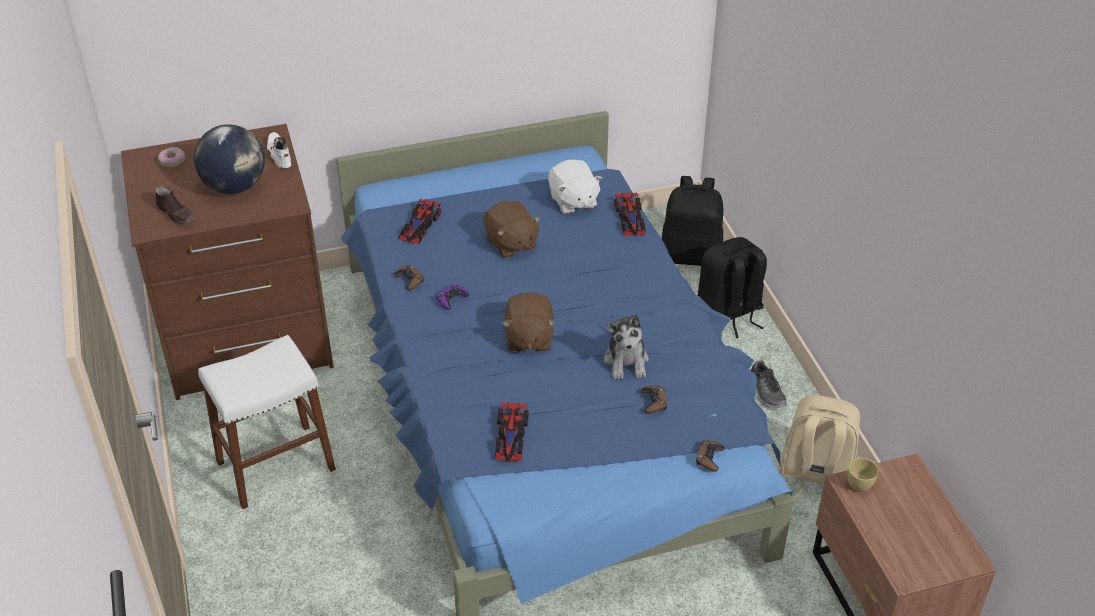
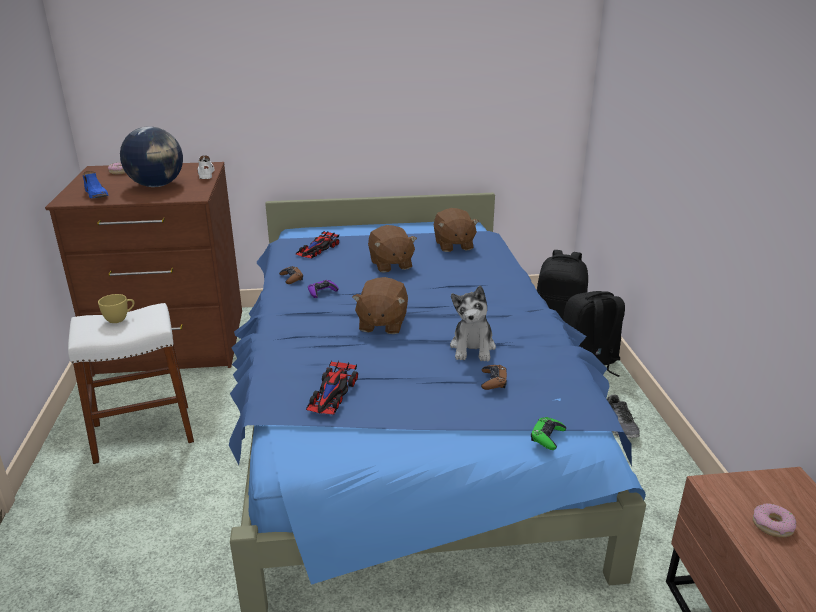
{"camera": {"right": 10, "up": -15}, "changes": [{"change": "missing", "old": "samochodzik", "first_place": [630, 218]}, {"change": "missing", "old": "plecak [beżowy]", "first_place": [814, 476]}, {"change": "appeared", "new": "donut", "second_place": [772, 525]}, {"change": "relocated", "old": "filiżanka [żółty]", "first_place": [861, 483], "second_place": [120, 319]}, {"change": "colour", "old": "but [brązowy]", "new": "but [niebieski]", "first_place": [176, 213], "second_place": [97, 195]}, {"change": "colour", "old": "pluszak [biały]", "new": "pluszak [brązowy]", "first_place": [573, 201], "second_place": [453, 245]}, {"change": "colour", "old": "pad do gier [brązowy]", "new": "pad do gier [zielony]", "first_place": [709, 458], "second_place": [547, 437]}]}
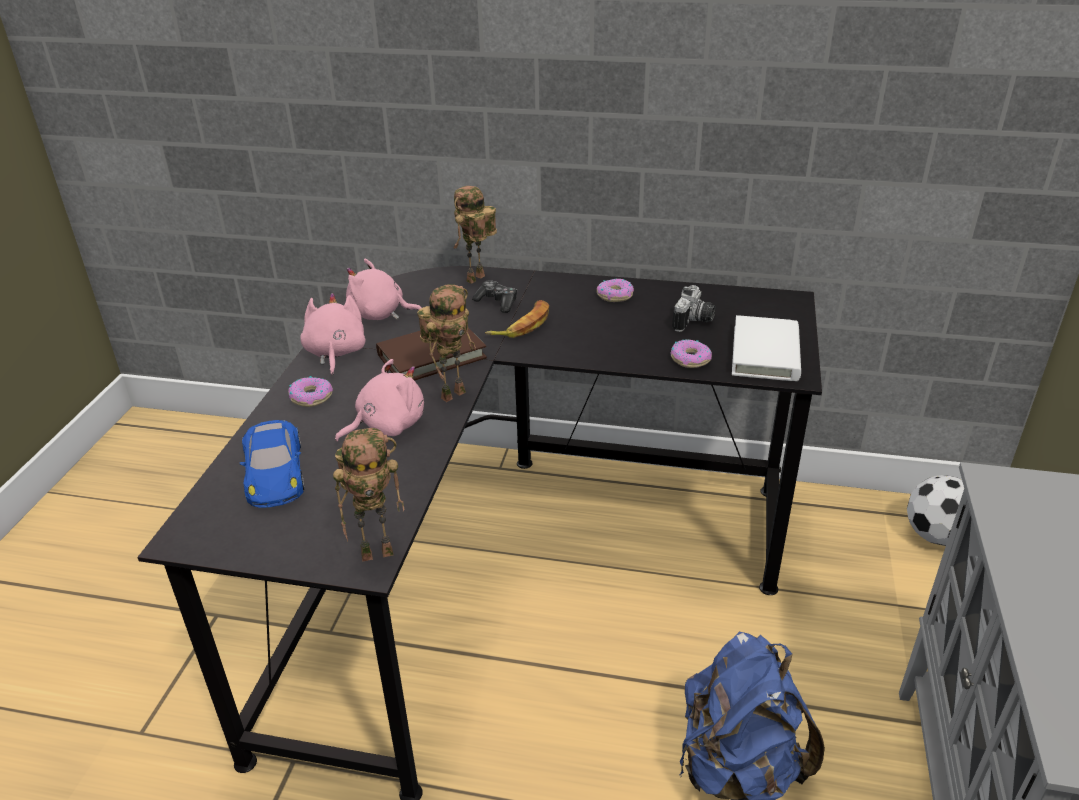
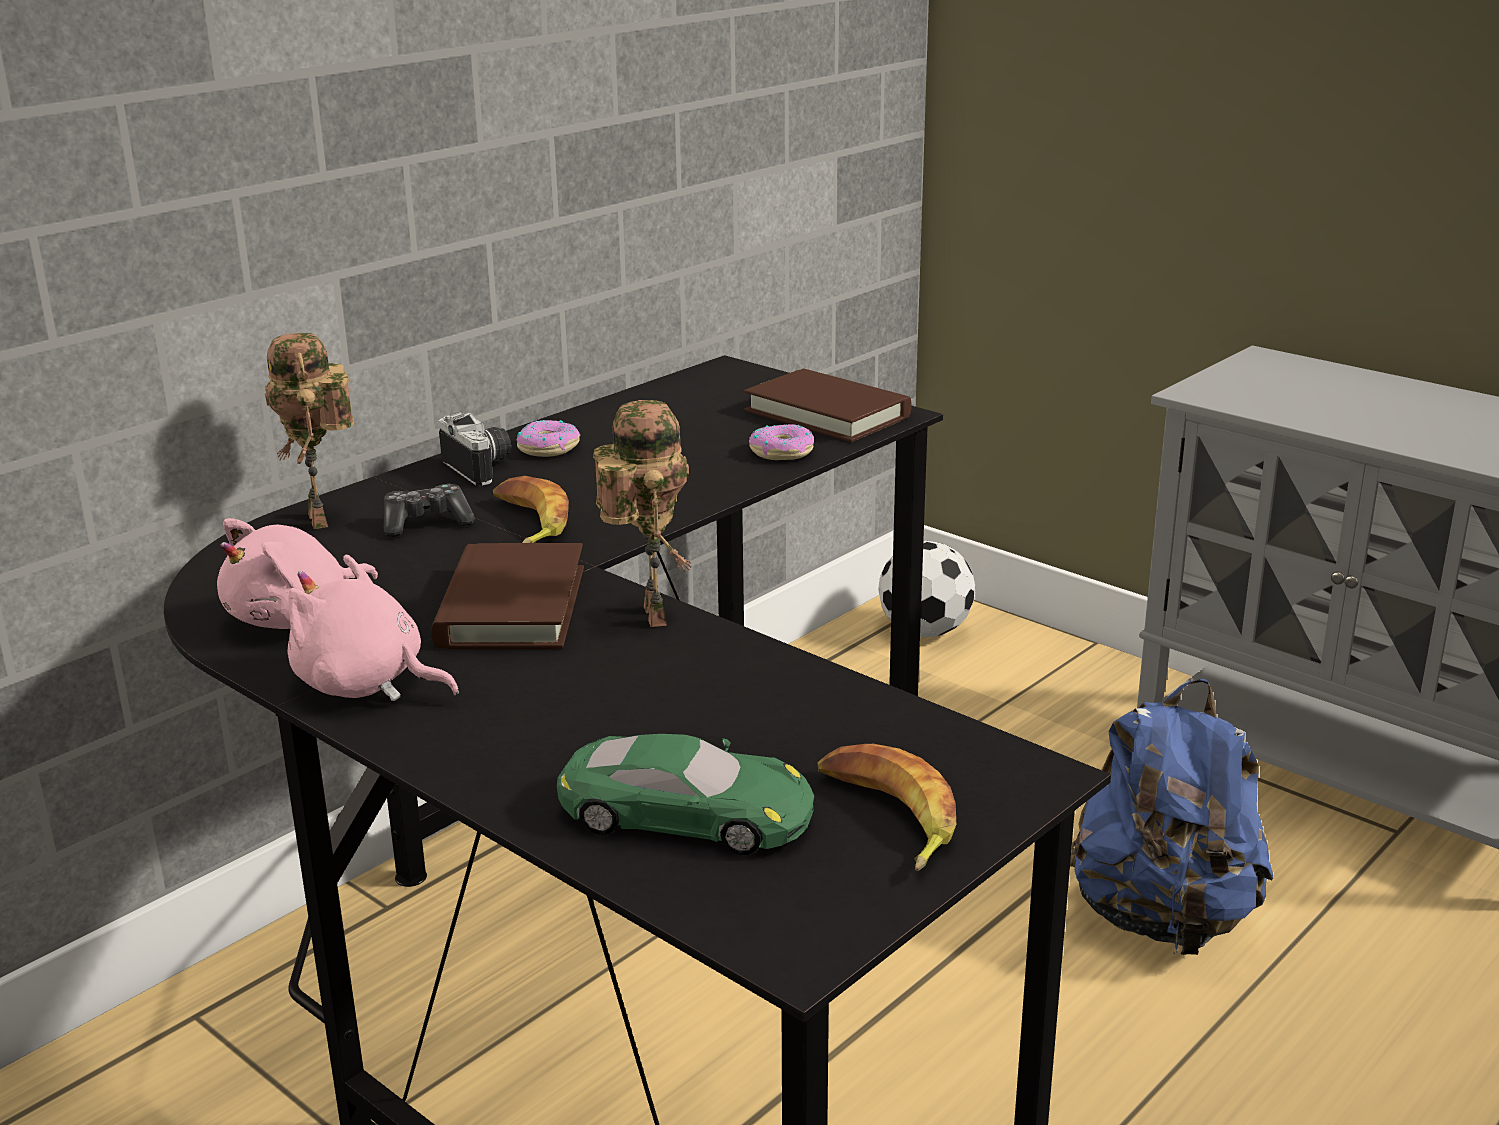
{"camera": {"right": -60, "up": -10}, "changes": [{"change": "missing", "old": "donut", "first_place": [311, 397]}, {"change": "missing", "old": "robot zabawkowy", "first_place": [379, 551]}, {"change": "missing", "old": "pluszak [różowy]", "first_place": [387, 425]}, {"change": "appeared", "new": "banan", "second_place": [886, 816]}, {"change": "relocated", "old": "aparat fotograficzny", "first_place": [694, 321], "second_place": [483, 467]}, {"change": "colour", "old": "samochodzik [niebieski]", "new": "samochodzik [zielony]", "first_place": [274, 471], "second_place": [686, 813]}, {"change": "colour", "old": "książka [biały]", "new": "książka [brązowy]", "first_place": [765, 353], "second_place": [827, 414]}]}
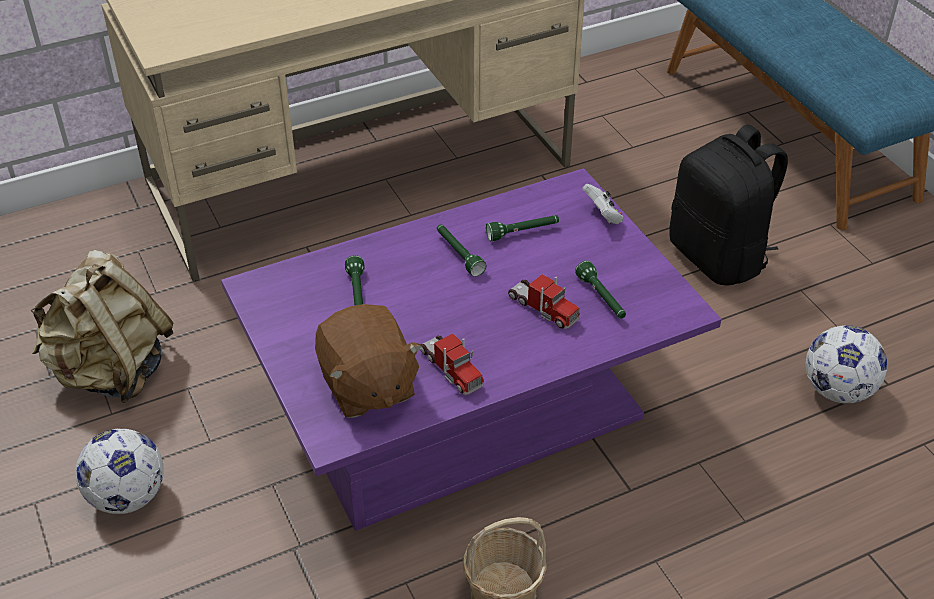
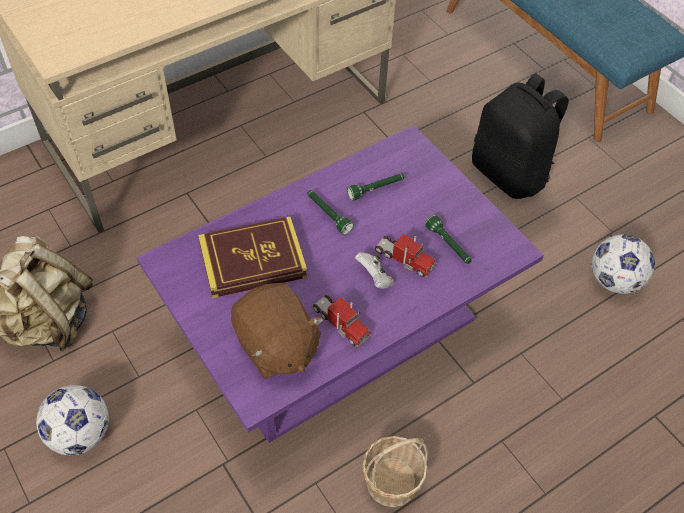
{"camera": {"right": -10, "up": 10}, "changes": [{"change": "relocated", "old": "pad do gier [biały]", "first_place": [603, 216], "second_place": [375, 278]}, {"change": "exchanged", "old": "latarka [zielony]", "new": "książka", "first_place": [357, 295], "second_place": [252, 261]}]}
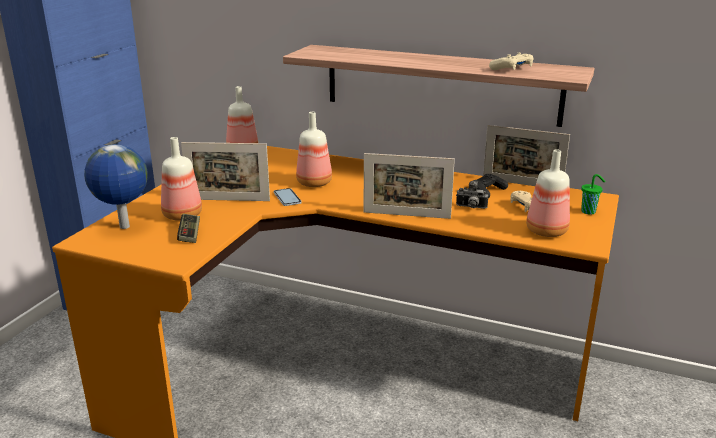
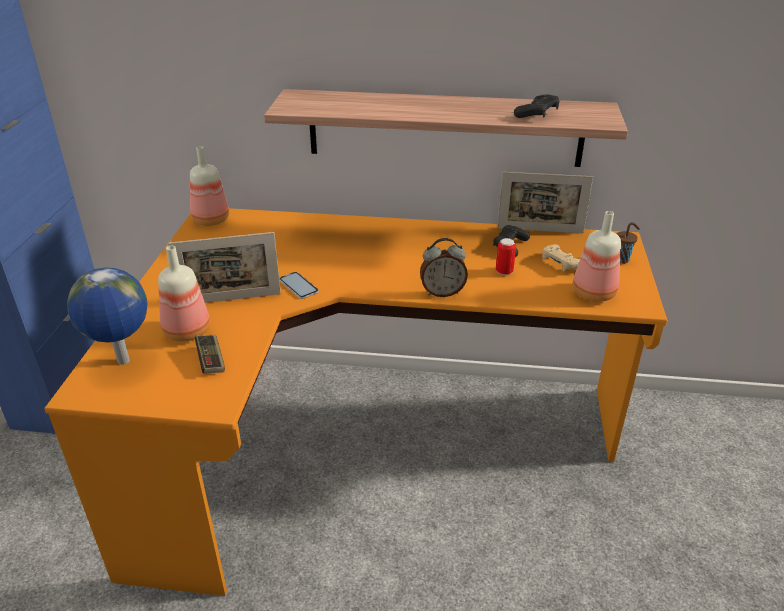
{"camera": {"right": -15, "up": 10}, "changes": [{"change": "missing", "old": "butelka", "first_place": [314, 182]}, {"change": "exchanged", "old": "ramka na zdjęcie", "new": "budzik", "first_place": [406, 215], "second_place": [442, 292]}, {"change": "exchanged", "old": "aparat fotograficzny", "new": "puszka", "first_place": [471, 208], "second_place": [504, 271]}, {"change": "colour", "old": "pad do gier [beżowy]", "new": "pad do gier [czarny]", "first_place": [512, 69], "second_place": [537, 114]}, {"change": "colour", "old": "filiżanka [zielony]", "new": "filiżanka [brązowy]", "first_place": [589, 212], "second_place": [622, 260]}]}
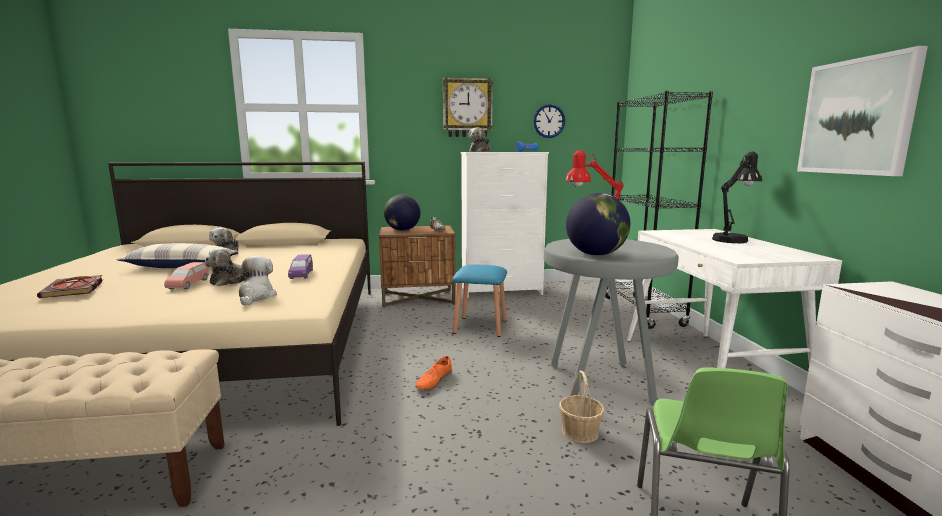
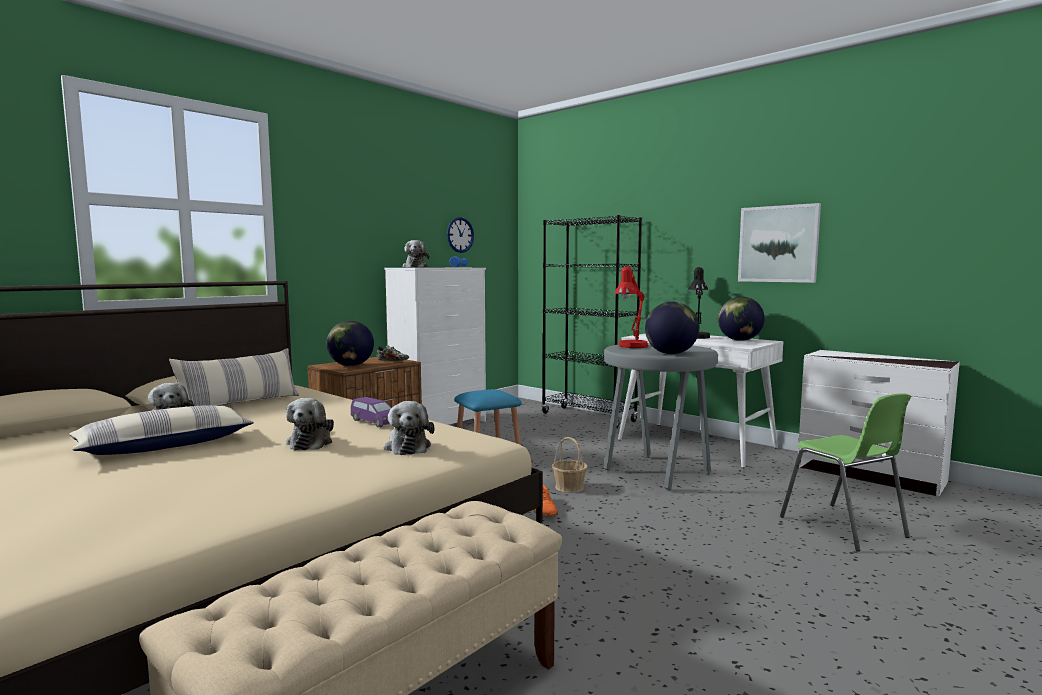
{"camera": {"right": -40, "up": -5}, "changes": [{"change": "missing", "old": "książka", "first_place": [74, 289]}, {"change": "missing", "old": "samochodzik [różowy]", "first_place": [188, 284]}, {"change": "missing", "old": "zegar ścienny", "first_place": [467, 108]}, {"change": "appeared", "new": "poduszka", "second_place": [240, 404]}, {"change": "appeared", "new": "globus", "second_place": [739, 340]}, {"change": "relocated", "old": "koszyk", "first_place": [580, 432], "second_place": [569, 487]}, {"change": "spun", "old": "pluszak", "first_place": [256, 297], "second_place": [407, 446], "degrees": -150}]}
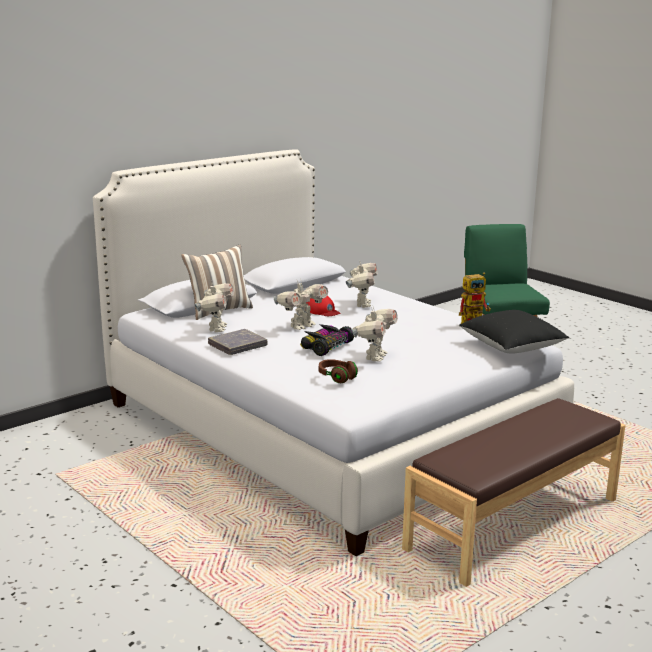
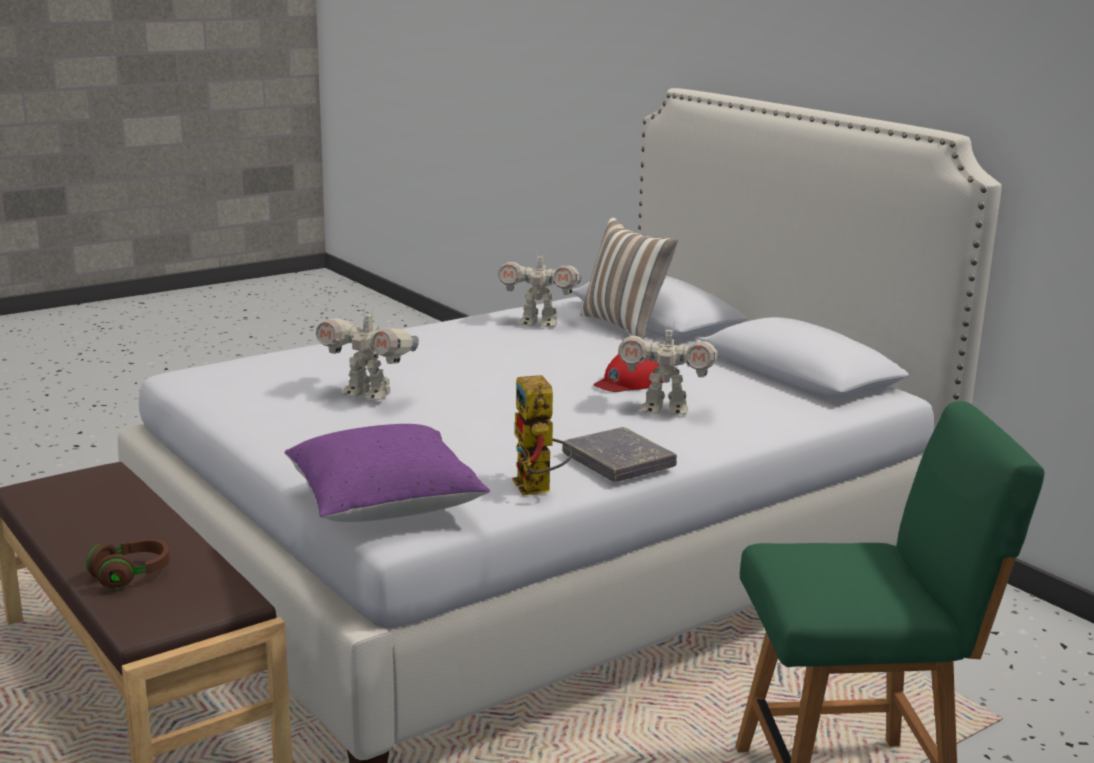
{"camera": {"right": 95, "up": 0}, "changes": [{"change": "missing", "old": "robot zabawkowy", "first_place": [301, 326]}, {"change": "missing", "old": "samochodzik", "first_place": [325, 346]}, {"change": "relocated", "old": "książka [szary]", "first_place": [237, 345], "second_place": [618, 461]}, {"change": "relocated", "old": "słuchawki [brązowy]", "first_place": [337, 377], "second_place": [131, 576]}, {"change": "colour", "old": "poduszka [czarny]", "new": "poduszka [fioletowy]", "first_place": [511, 347], "second_place": [384, 505]}]}
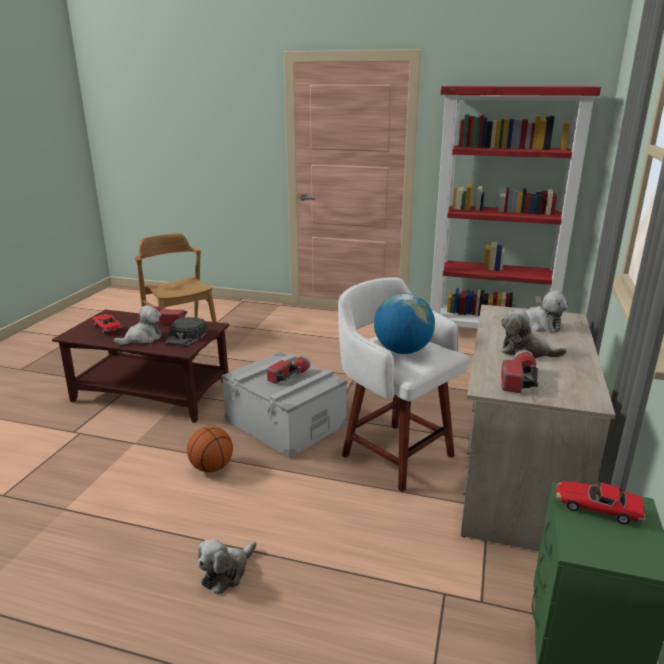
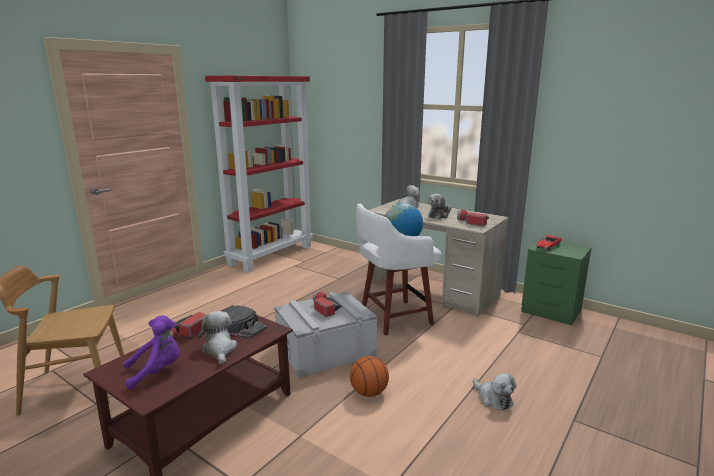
{"camera": {"right": -70, "up": -5}, "changes": [{"change": "exchanged", "old": "samochodzik", "new": "pluszak [fioletowy]", "first_place": [107, 328], "second_place": [157, 371]}]}
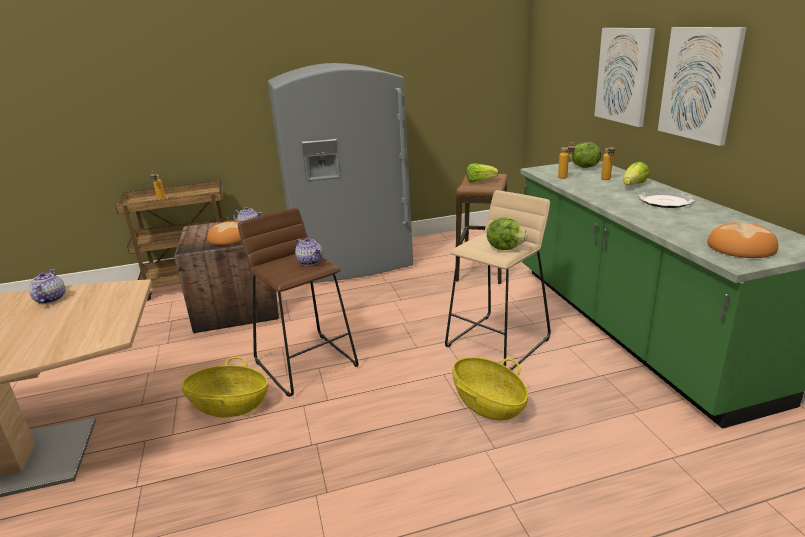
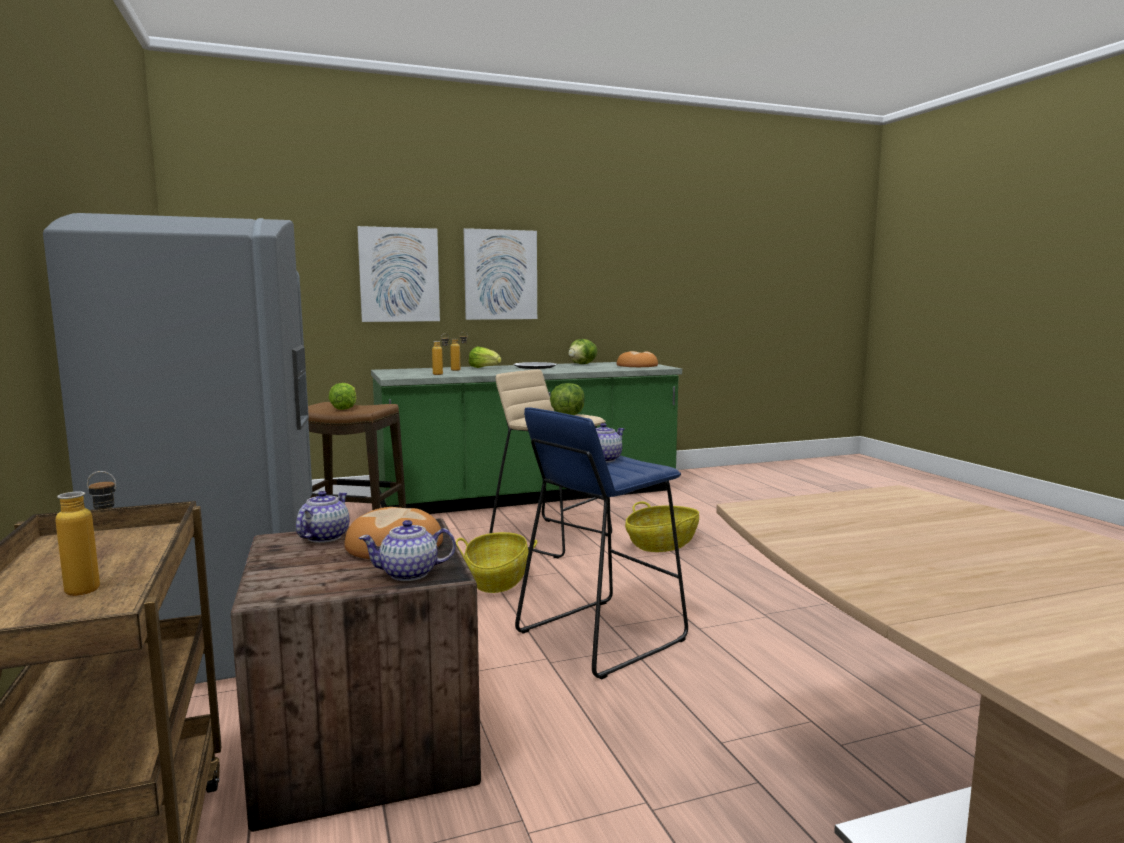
{"camera": {"right": -95, "up": -15}, "changes": [{"change": "relocated", "old": "imbryk", "first_place": [50, 299], "second_place": [410, 574]}, {"change": "relocated", "old": "koszyk", "first_place": [229, 405], "second_place": [497, 580]}, {"change": "relocated", "old": "sałata", "first_place": [583, 167], "second_place": [582, 364]}, {"change": "colour", "old": "stołek [brązowy]", "new": "stołek [niebieski]", "first_place": [307, 363], "second_place": [599, 636]}]}
